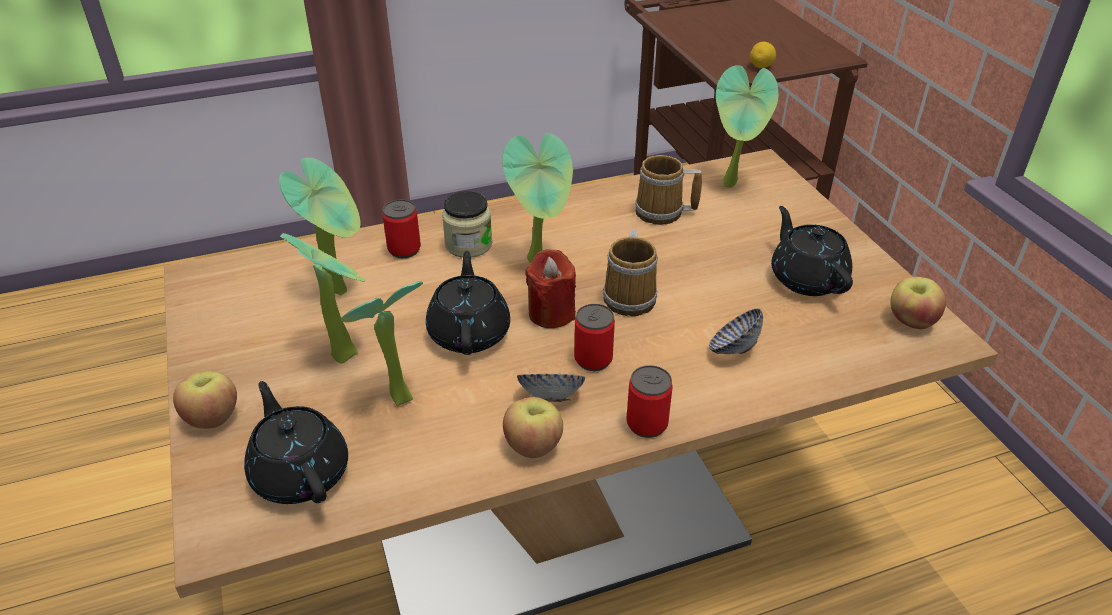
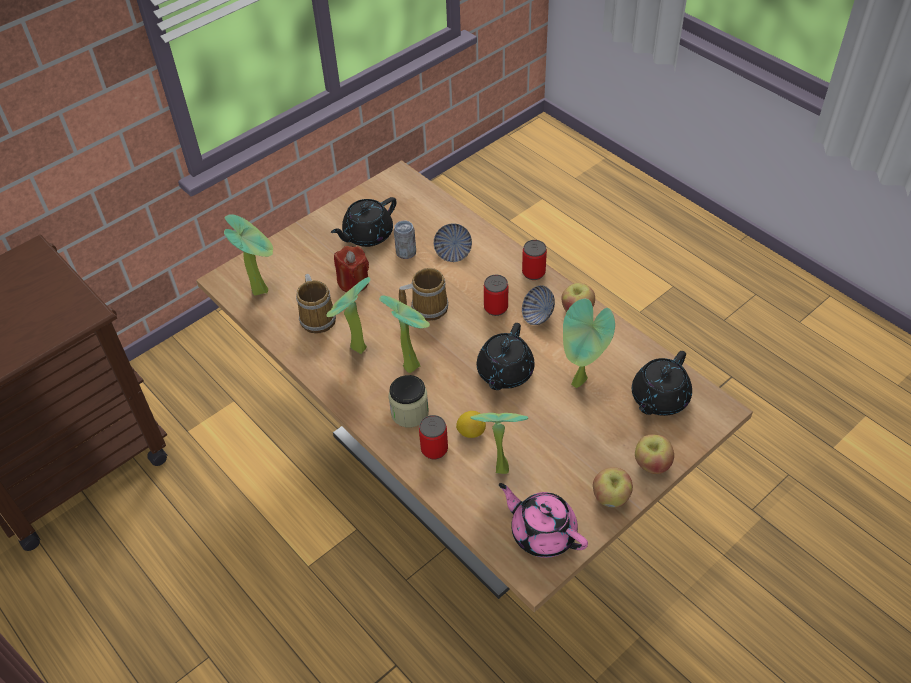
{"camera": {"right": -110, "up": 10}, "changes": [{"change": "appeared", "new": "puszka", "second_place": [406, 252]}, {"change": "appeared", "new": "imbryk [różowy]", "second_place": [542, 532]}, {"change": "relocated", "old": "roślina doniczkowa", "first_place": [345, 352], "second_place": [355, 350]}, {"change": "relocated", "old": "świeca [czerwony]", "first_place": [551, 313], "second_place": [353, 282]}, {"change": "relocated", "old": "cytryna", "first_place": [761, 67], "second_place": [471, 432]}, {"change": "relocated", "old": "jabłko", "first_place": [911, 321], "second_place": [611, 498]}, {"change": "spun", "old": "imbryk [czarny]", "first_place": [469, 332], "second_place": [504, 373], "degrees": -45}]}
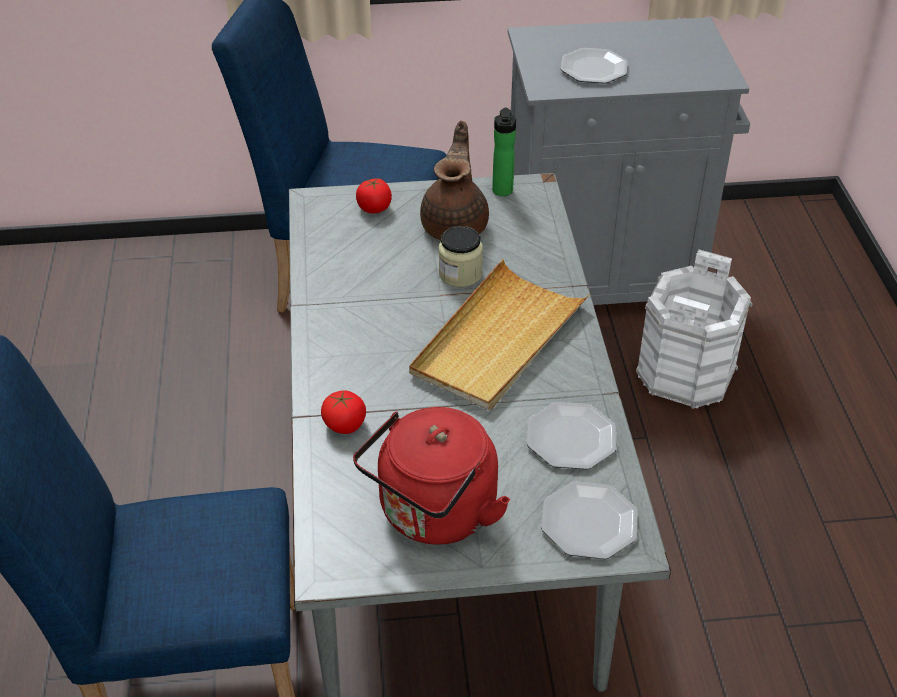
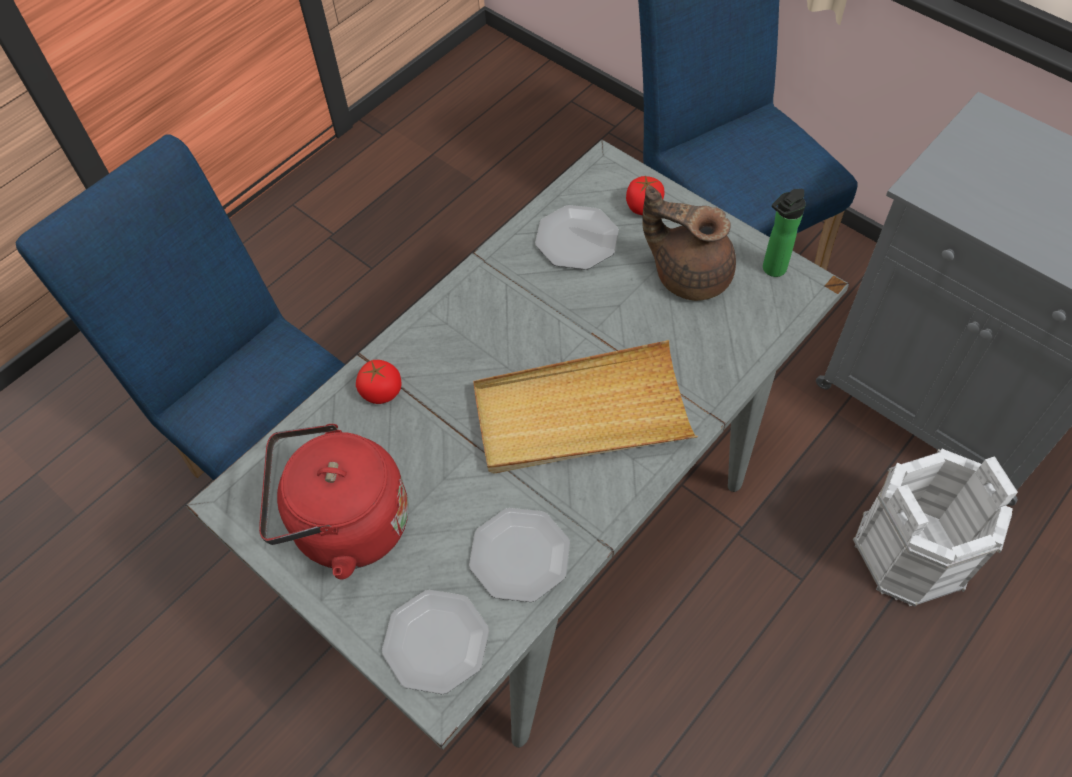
{"camera": {"right": 50, "up": 15}, "changes": [{"change": "missing", "old": "słoik", "first_place": [460, 274]}, {"change": "relocated", "old": "talerz", "first_place": [593, 68], "second_place": [577, 239]}, {"change": "spun", "old": "imbryk [brązowy]", "first_place": [456, 225], "second_place": [689, 273], "degrees": -120}]}
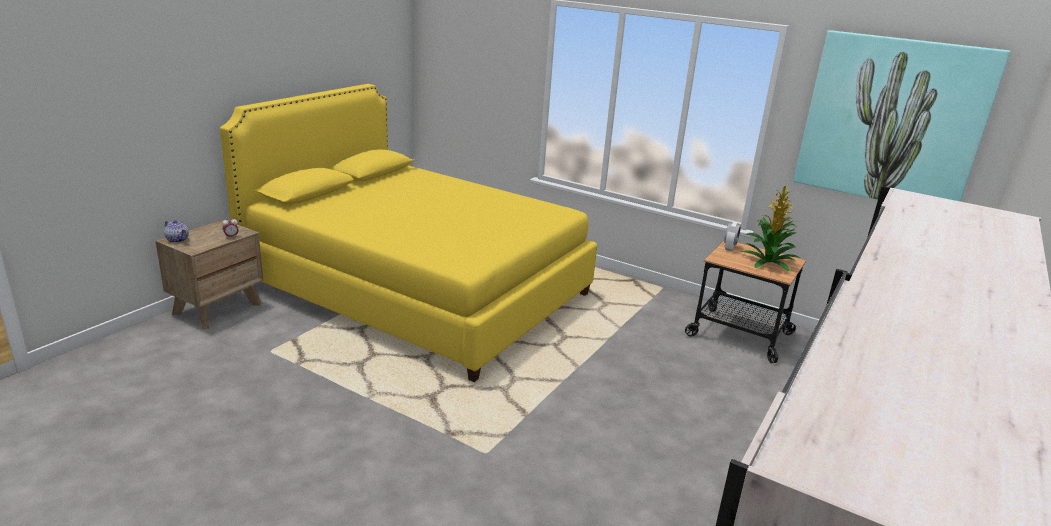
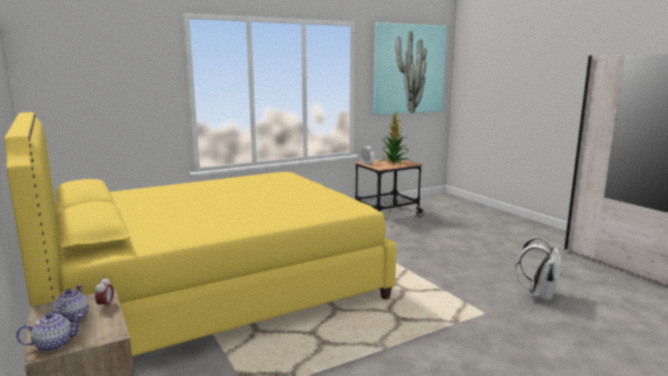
{"camera": {"right": -60, "up": -10}, "changes": [{"change": "appeared", "new": "imbryk", "second_place": [71, 318]}, {"change": "appeared", "new": "plecak [biały]", "second_place": [539, 296]}]}
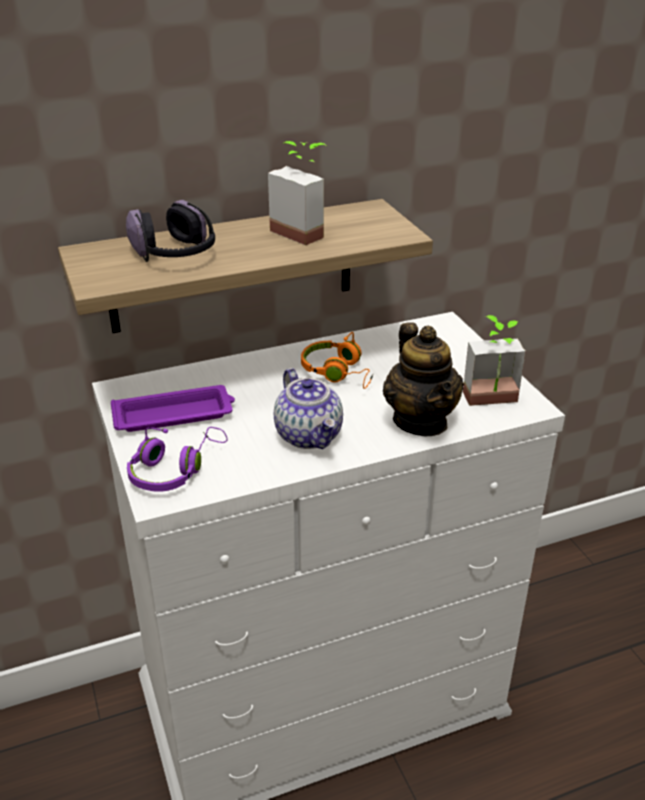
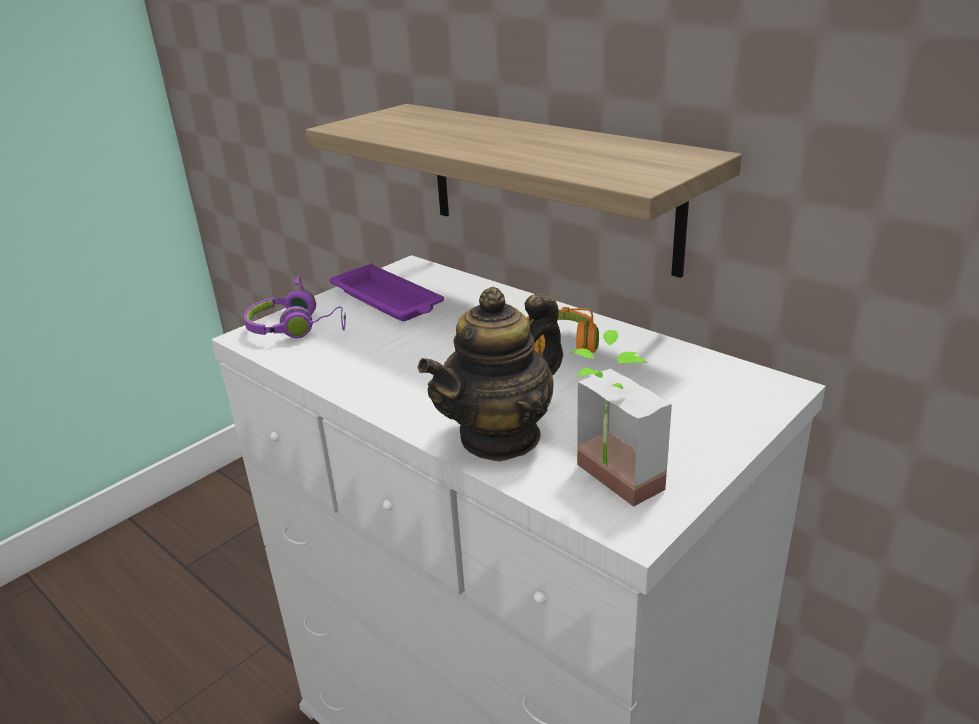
{"camera": {"right": 65, "up": -5}, "changes": [{"change": "missing", "old": "słuchawki", "first_place": [175, 255]}, {"change": "missing", "old": "roślina doniczkowa", "first_place": [304, 231]}, {"change": "missing", "old": "imbryk", "first_place": [310, 436]}]}
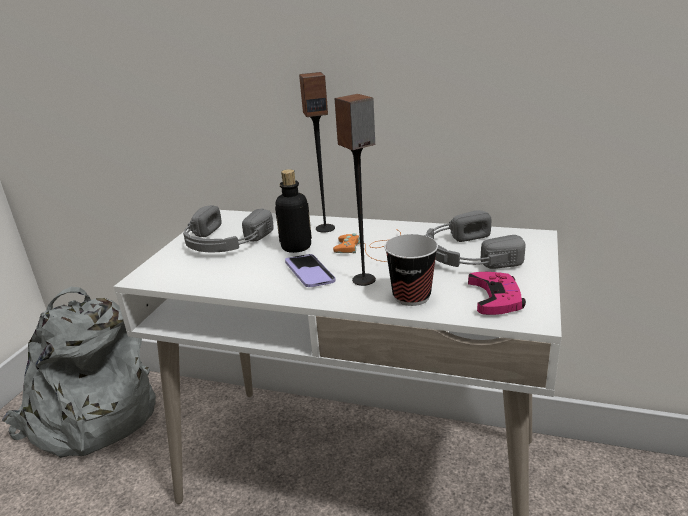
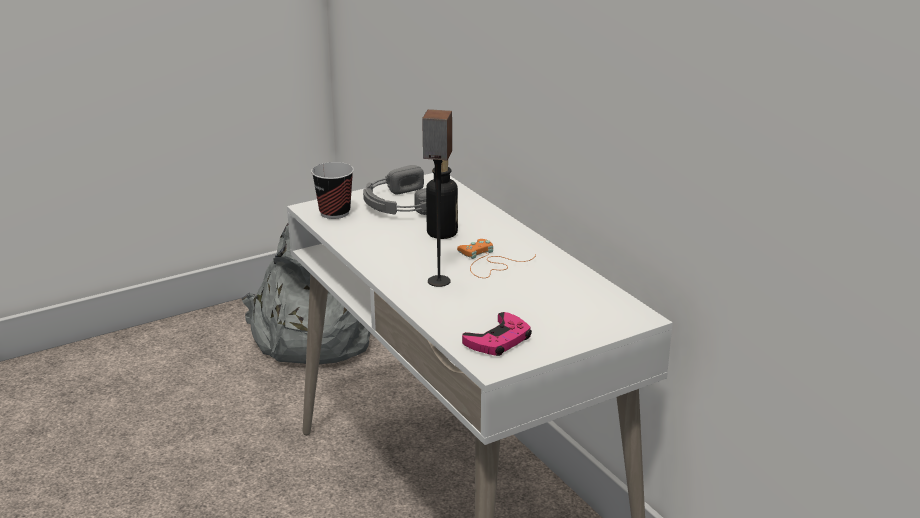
{"camera": {"right": 40, "up": 0}, "changes": [{"change": "missing", "old": "telefon", "first_place": [309, 272]}, {"change": "missing", "old": "głośnik", "first_place": [325, 228]}, {"change": "missing", "old": "słuchawki [szary]", "first_place": [465, 254]}, {"change": "relocated", "old": "filiżanka", "first_place": [411, 296], "second_place": [334, 213]}]}
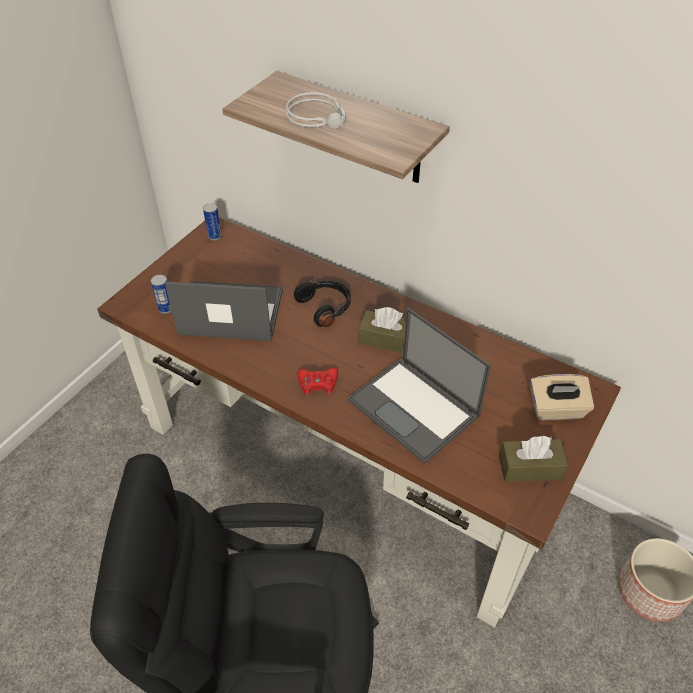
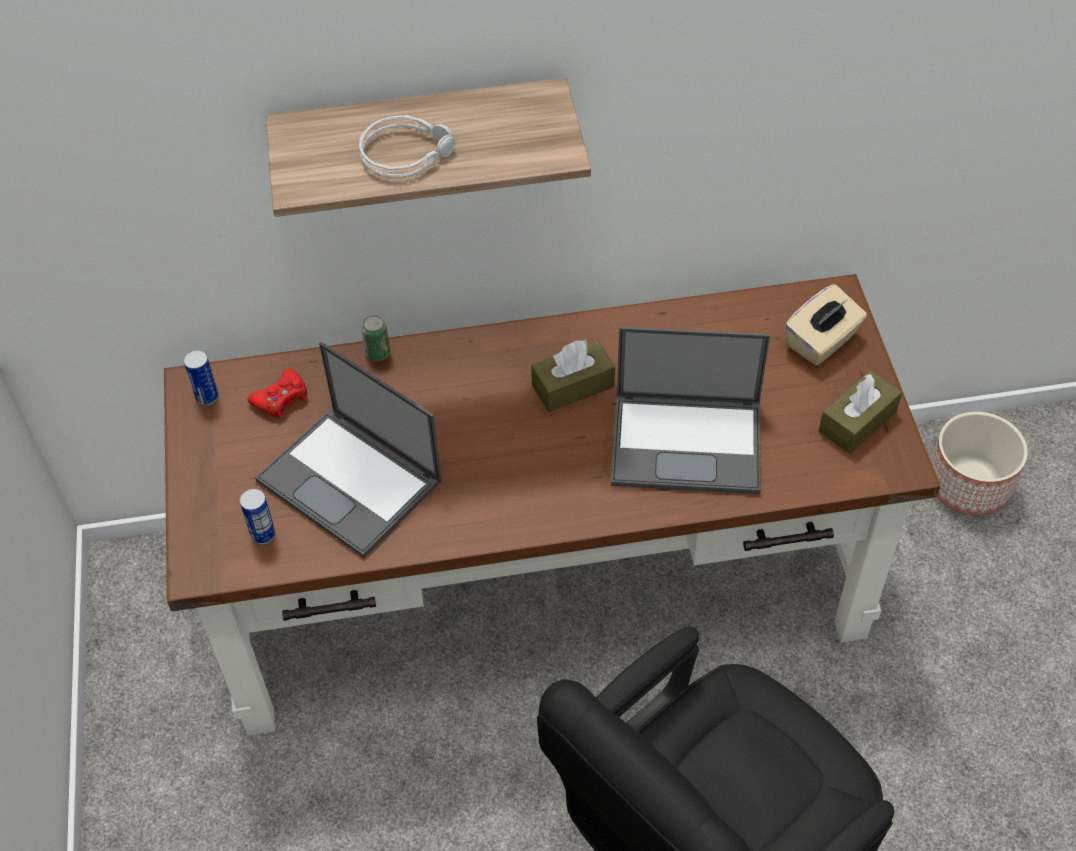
{"camera": {"right": -40, "up": 5}, "changes": [{"change": "missing", "old": "słuchawki [czarny]", "first_place": [326, 307]}, {"change": "appeared", "new": "puszka", "second_place": [378, 353]}, {"change": "relocated", "old": "pad do gier [czerwony]", "first_place": [318, 384], "second_place": [281, 399]}, {"change": "spun", "old": "laptop", "first_place": [229, 312], "second_place": [351, 481], "degrees": -105}]}
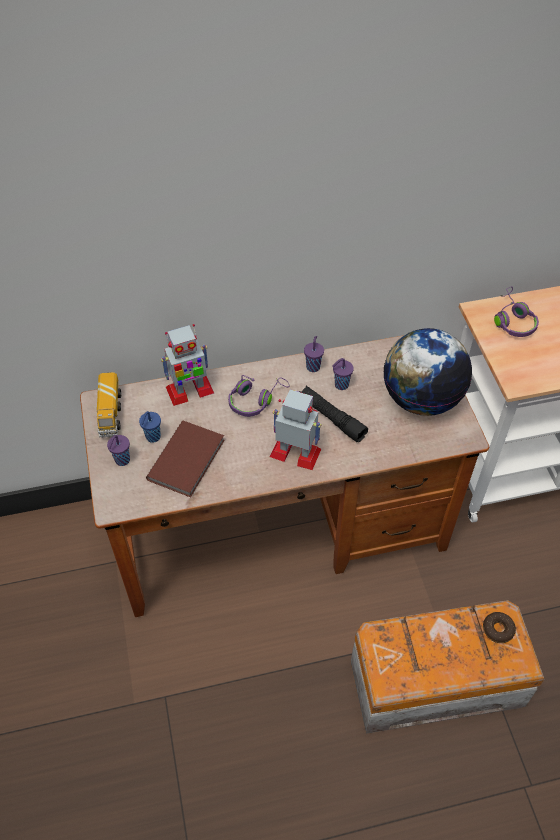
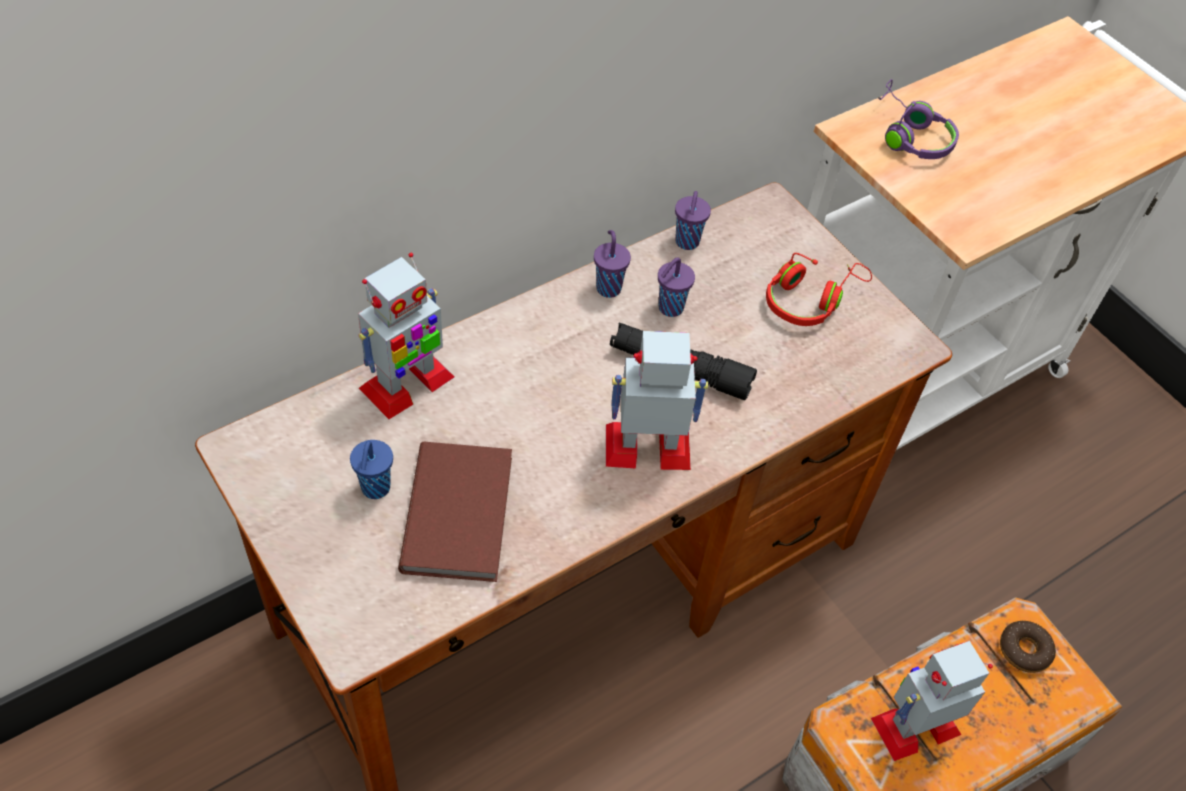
{"camera": {"right": -25, "up": 0}, "changes": [{"change": "missing", "old": "ciężarówka zabawkowa", "first_place": [110, 413]}, {"change": "missing", "old": "słuchawki [fioletowy]", "first_place": [255, 400]}, {"change": "appeared", "new": "robot zabawkowy", "second_place": [916, 725]}, {"change": "relocated", "old": "filiżanka [fioletowy]", "first_place": [121, 461], "second_place": [686, 243]}, {"change": "exchanged", "old": "globus", "new": "słuchawki [czerwony]", "first_place": [421, 398], "second_place": [810, 299]}]}
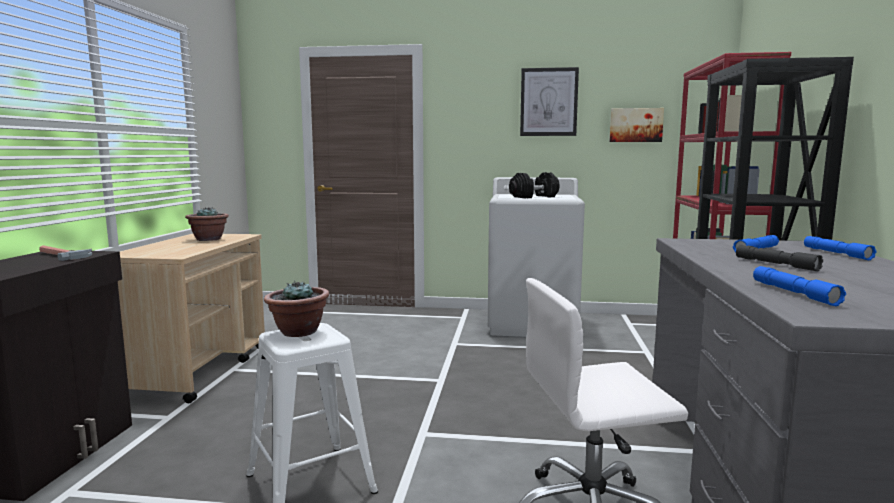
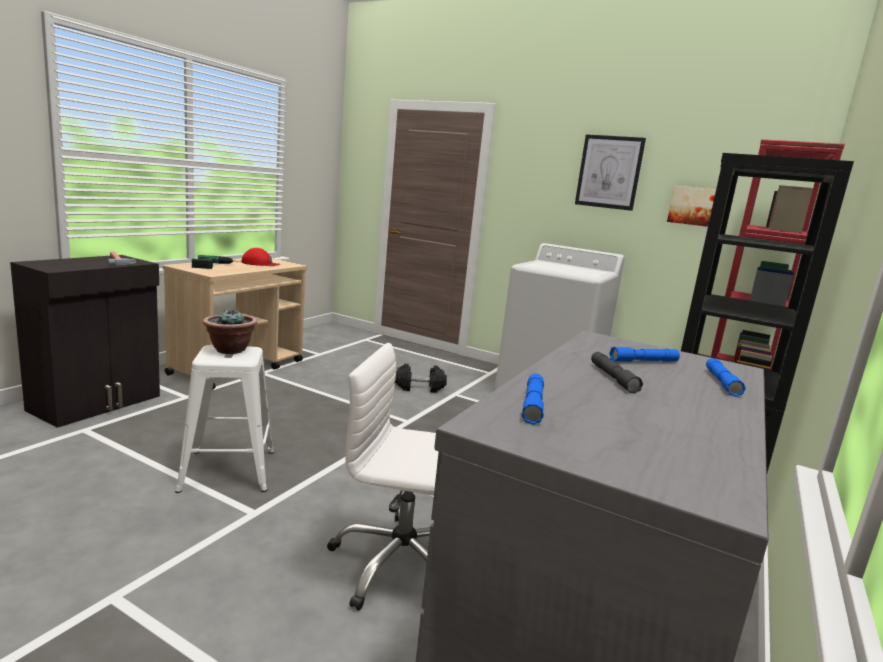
{"camera": {"right": 20, "up": 5}, "changes": [{"change": "appeared", "new": "wiertarka", "second_place": [217, 266]}, {"change": "relocated", "old": "hantel [czarny]", "first_place": [534, 197], "second_place": [419, 388]}, {"change": "exchanged", "old": "roślina doniczkowa", "new": "czapka z daszkiem [czerwony]", "first_place": [208, 239], "second_place": [260, 263]}]}
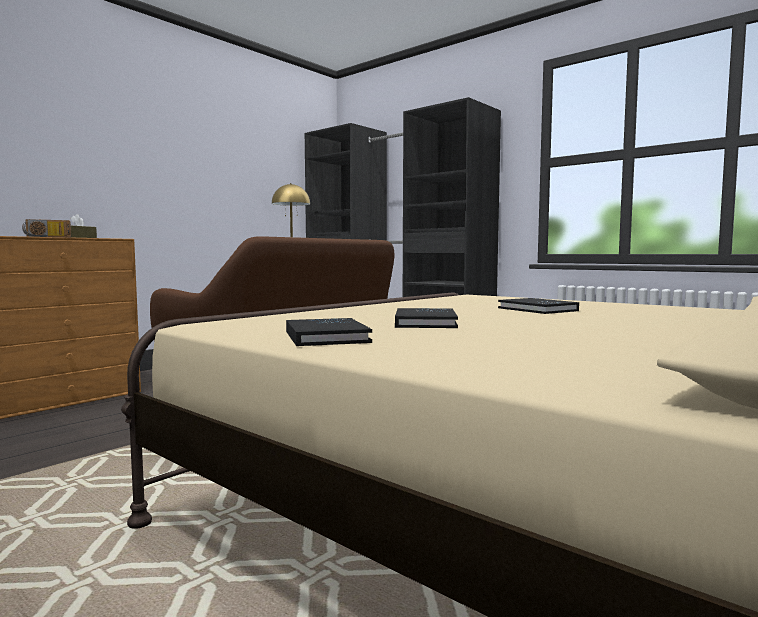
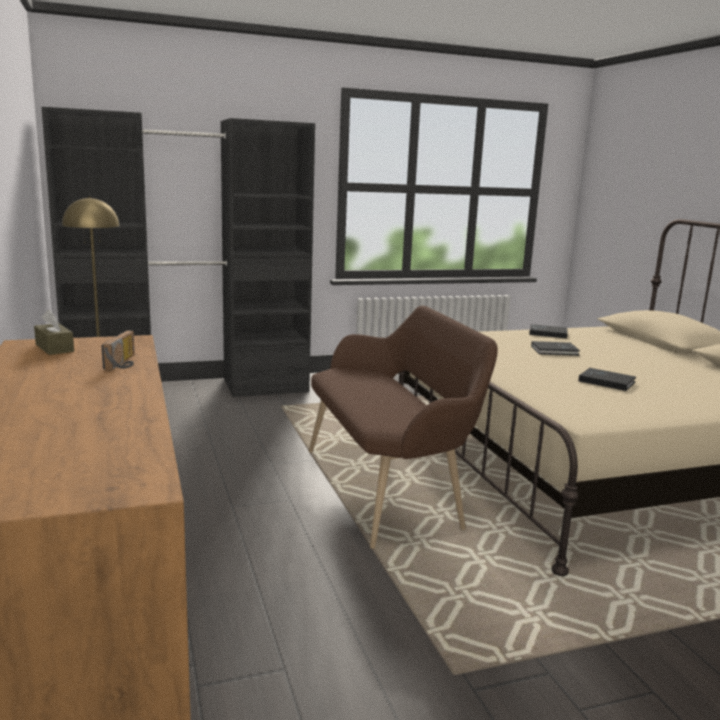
{"camera": {"right": -60, "up": 10}, "changes": [{"change": "relocated", "old": "książka [czarny]", "first_place": [326, 337], "second_place": [548, 333]}]}
